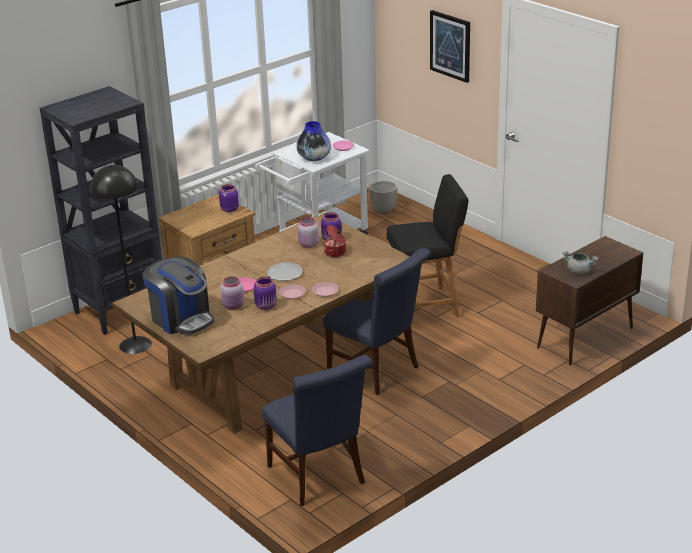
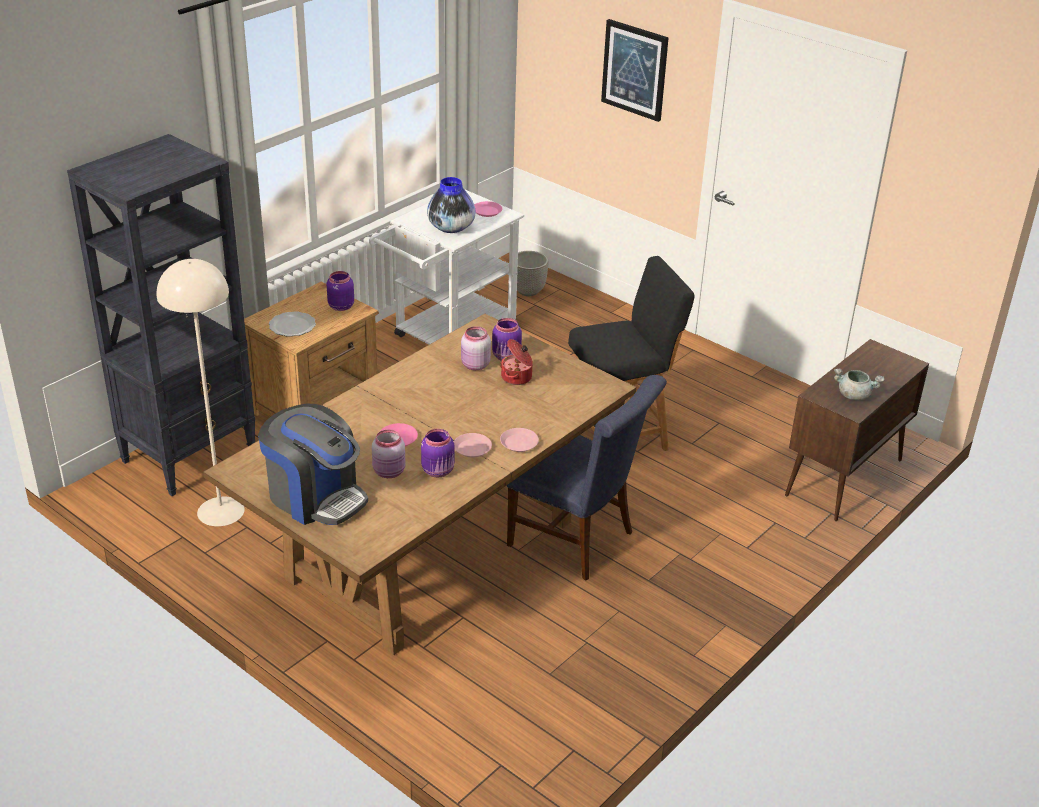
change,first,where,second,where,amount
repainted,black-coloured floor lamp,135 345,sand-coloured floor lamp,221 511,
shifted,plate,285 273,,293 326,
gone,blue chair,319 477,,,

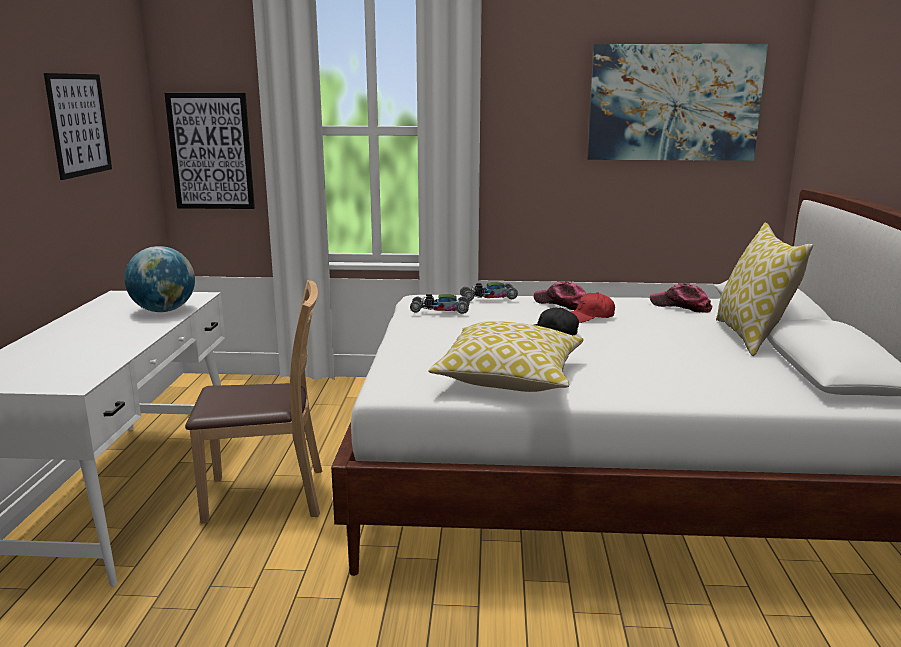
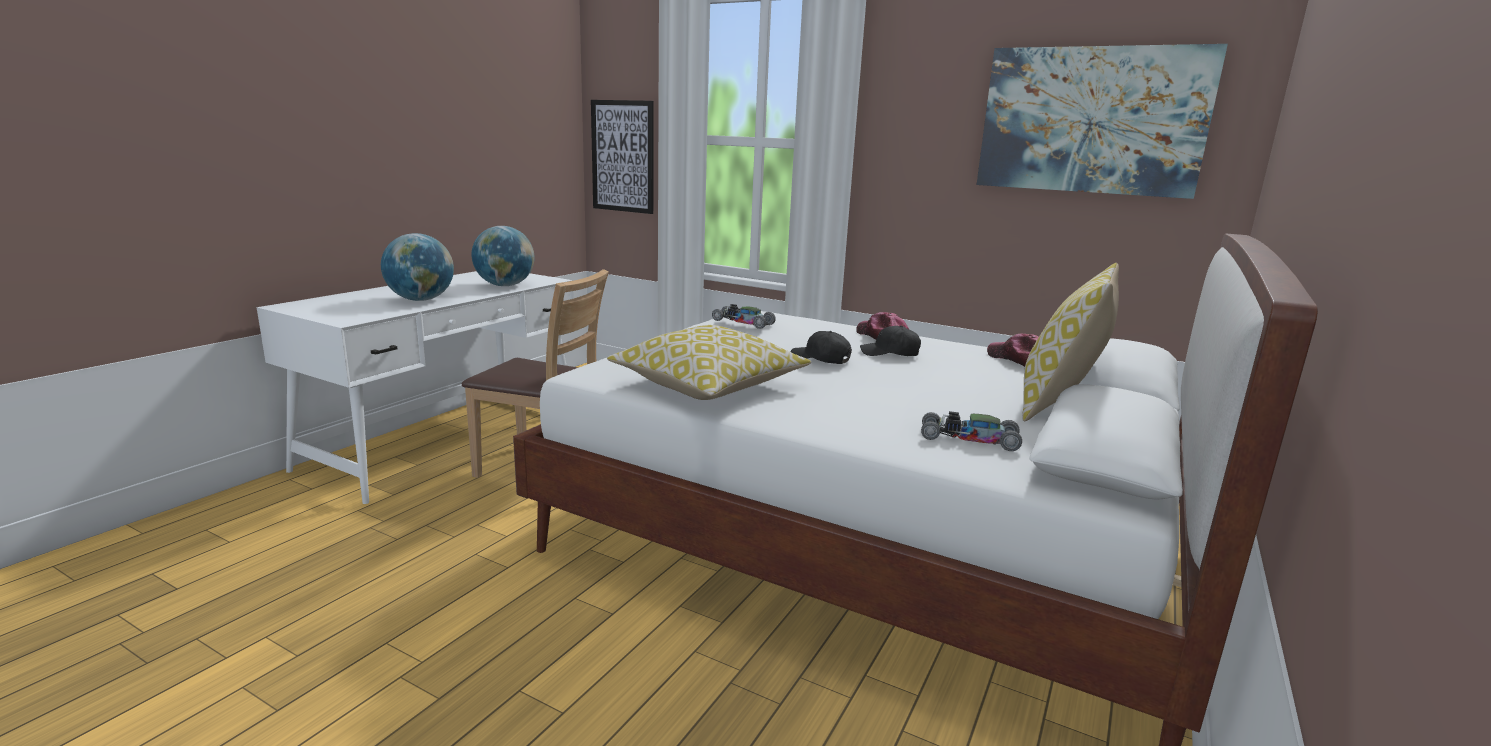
change,first,where,second,where,amount
new,,,world globe,421 300,
repainted,red-coloured baseball cap,589 317,black-coloured baseball cap,890 353,
shifted,toy car,488 297,,969 439,
gone,wall art,79 125,,,

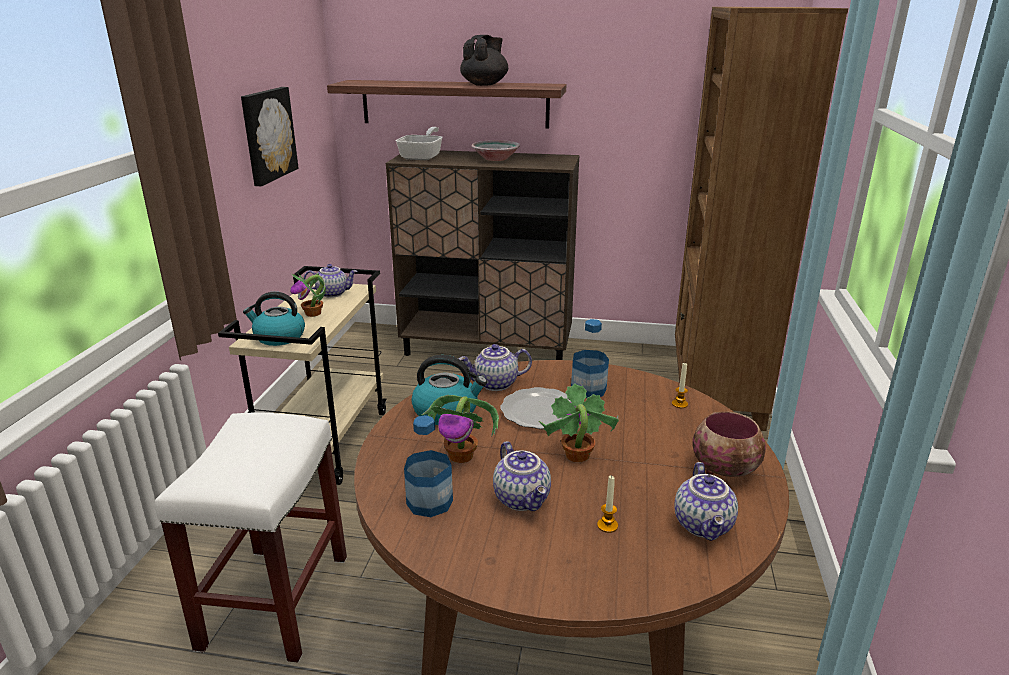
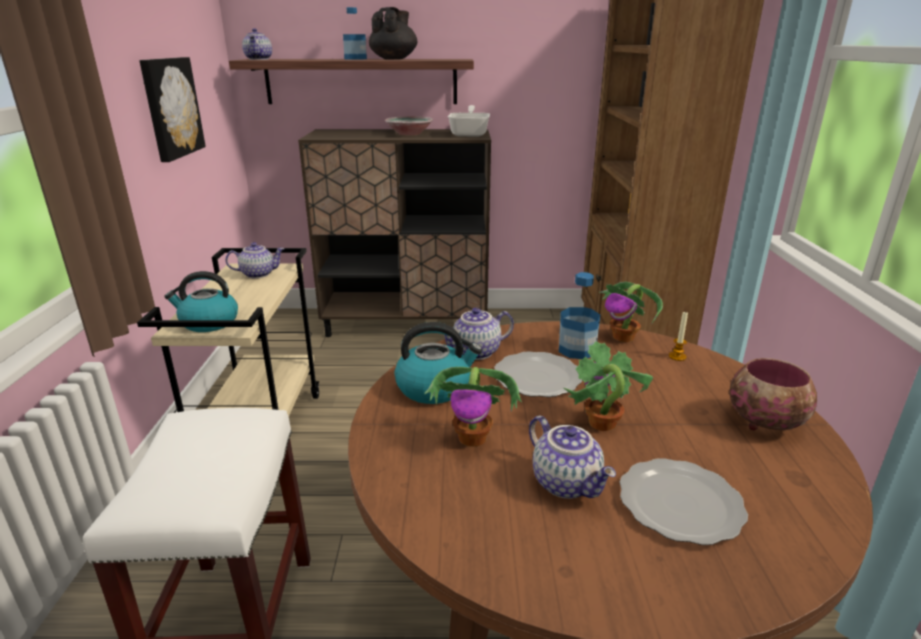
change,first,where,second,where,amount
shifted,tea pot,704 525,,259 59,
shifted,bottle,429 502,,355 59,
shifted,skillet,423 156,,470 134,
shifted,potted plant,313 313,,624 337,
swapped,wax light,607 525,plate,679 505,

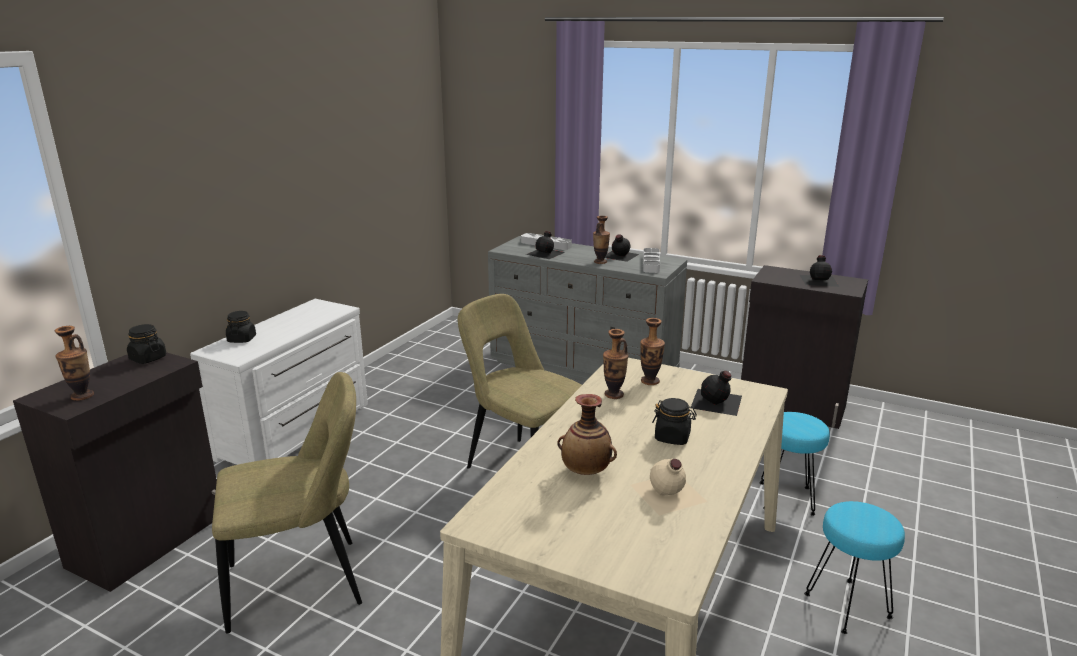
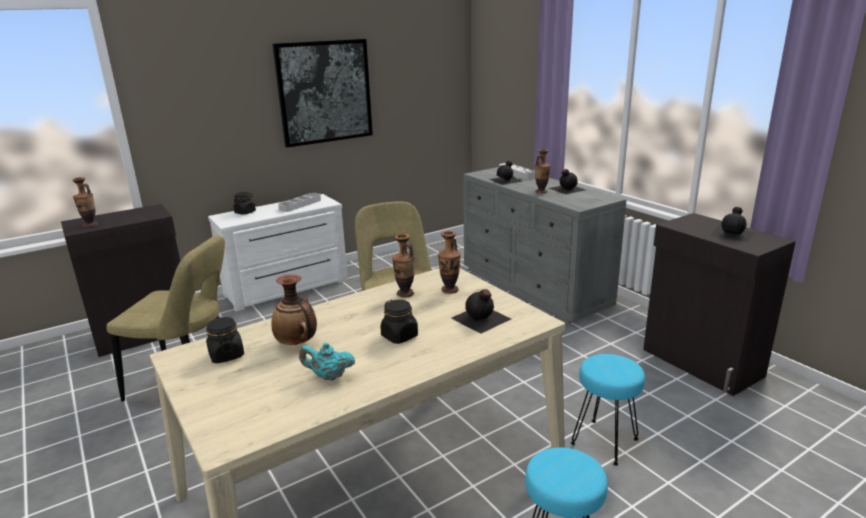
change,first,where,second,where,amount
shifted,black-coloured jar,148 358,,226 355,
new,,,wall art,324 92,
shifted,greyish carrying tray,651 263,,300 205,
swapped,sand-coloured bottle,667 493,turquoise-coloured tea pot,328 376,

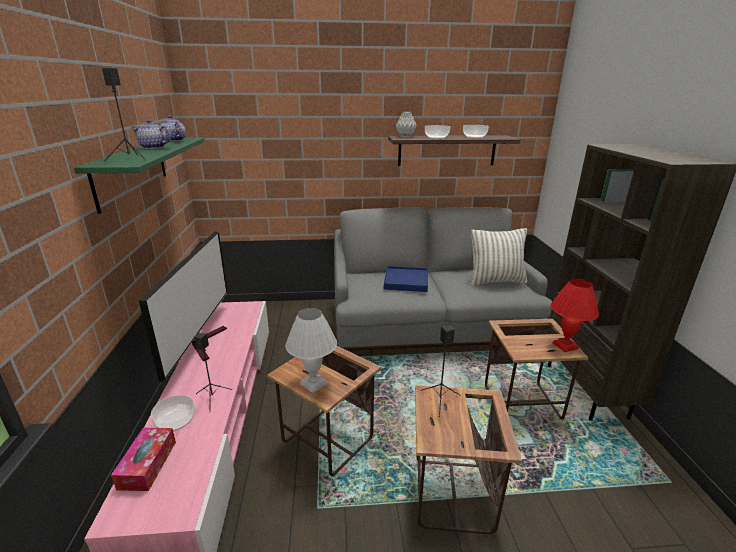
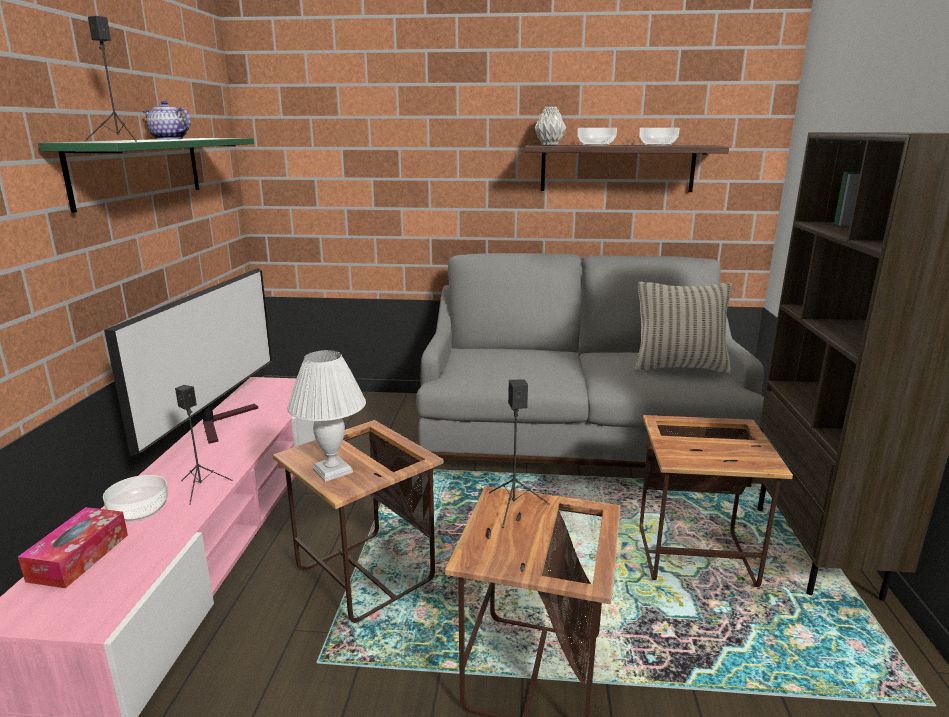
change,first,where,second,where,amount
gone,tea pot,173 140,,,
gone,blue carrying tray,406 281,,,
gone,red-coloured table lamp,565 345,,,

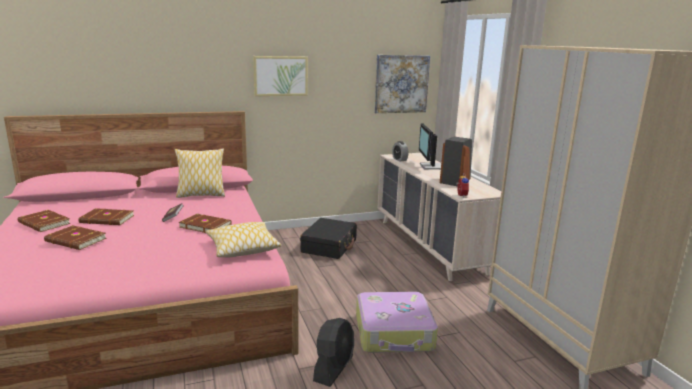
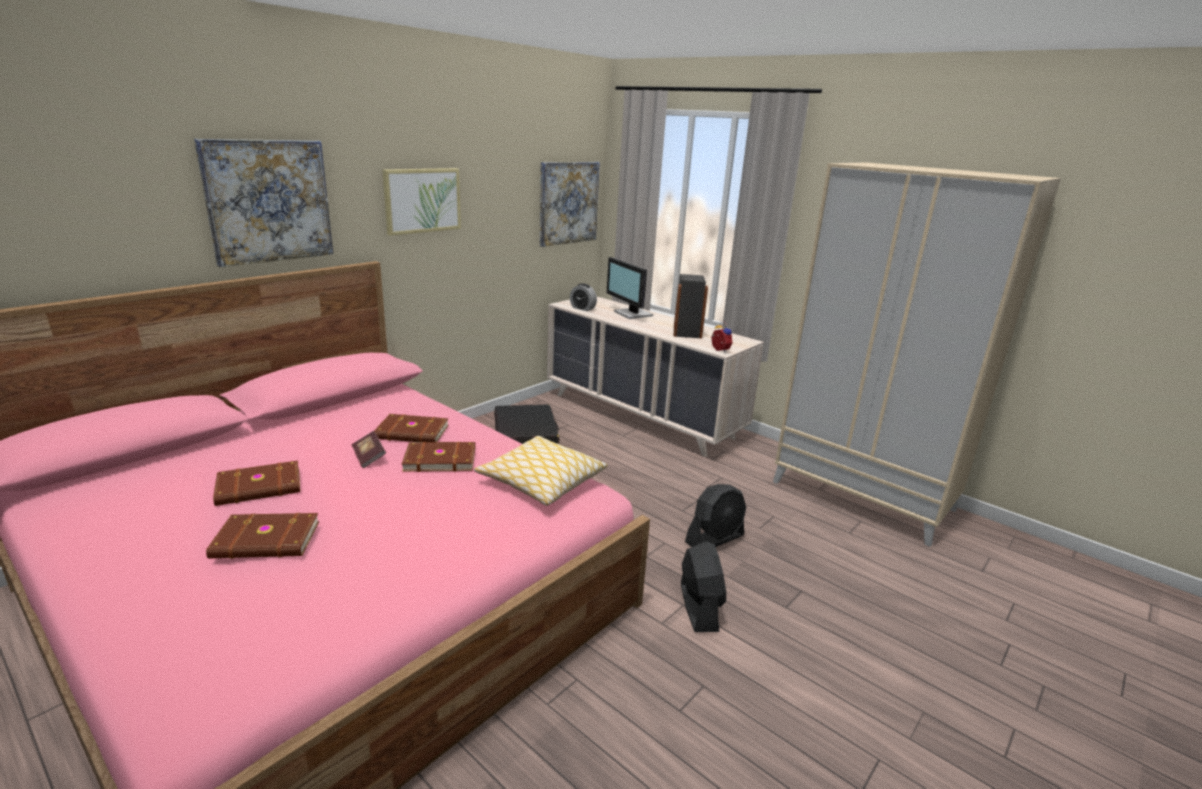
change,first,where,second,where,amount
new,,,wall art,268 201,
shifted,brownish book,43 223,,412 433,
swapped,travel case,394 333,black-coloured fan,715 539,
gone,pillow,201 195,,,

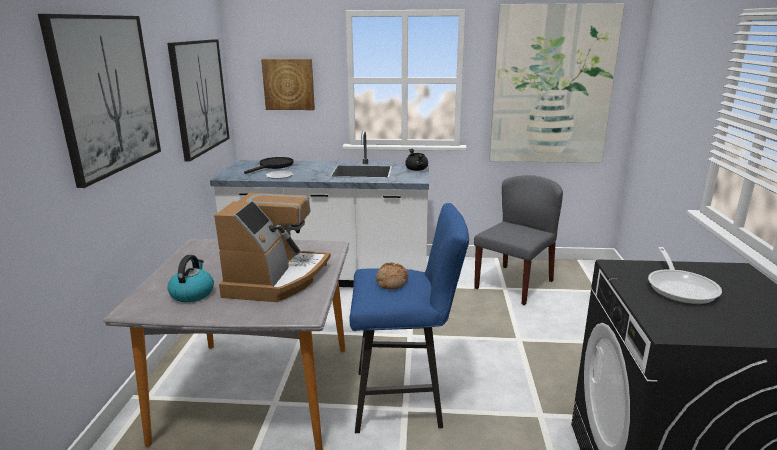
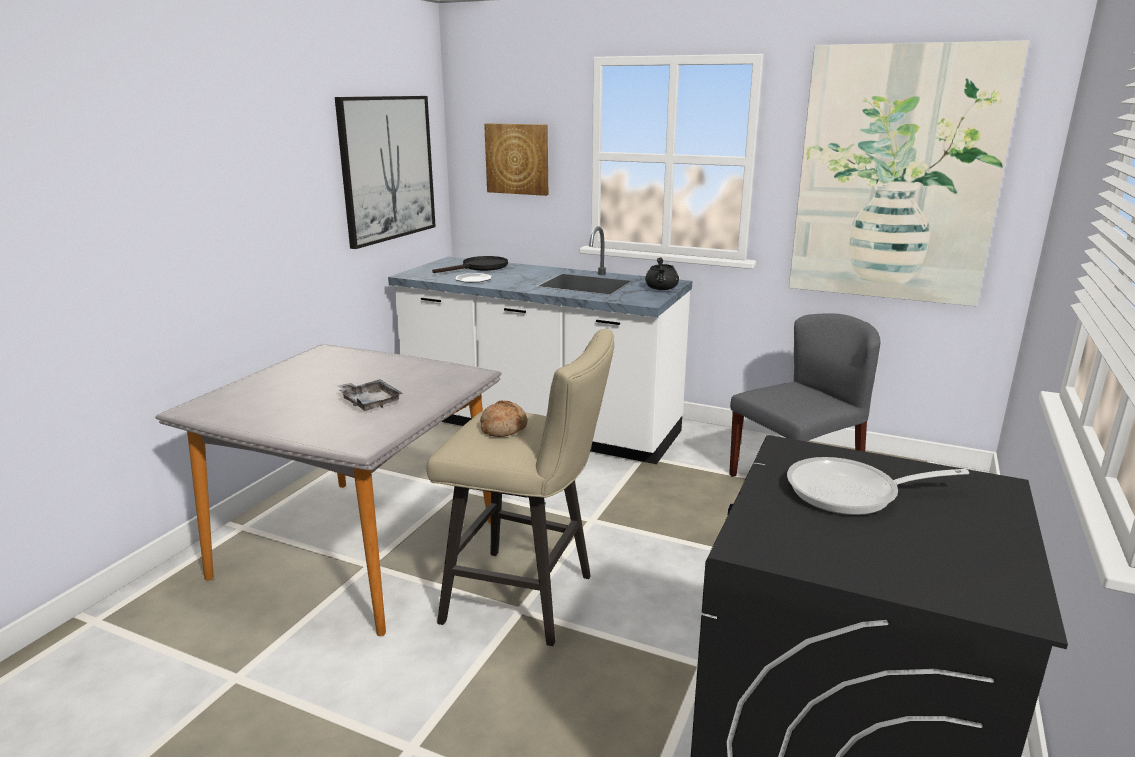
change,first,where,second,where,amount
swapped,coffee brewer,276 279,greyish carrying tray,370 402,
repainted,blue sitting stool,405 400,sand-coloured sitting stool,529 599,
rotated,skillet,680 287,,851 493,60 degrees clockwise
gone,wall art,106 95,,,
gone,kettle,192 293,,,

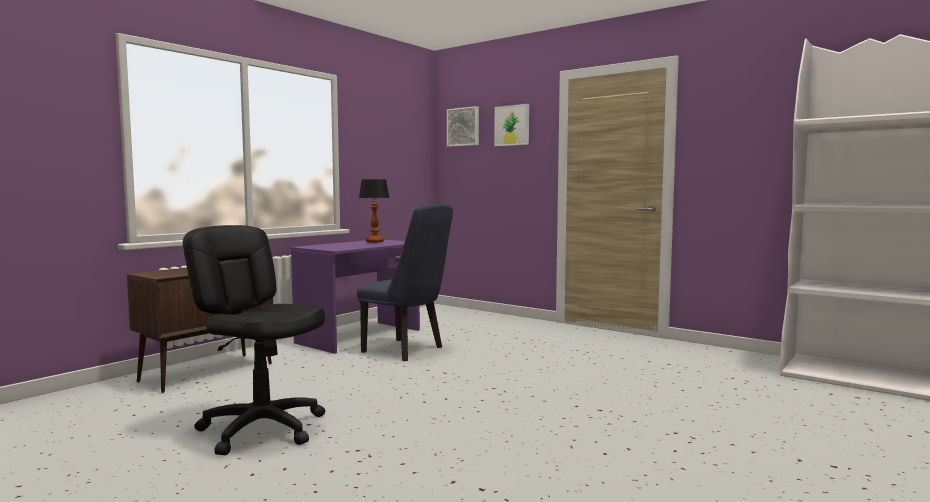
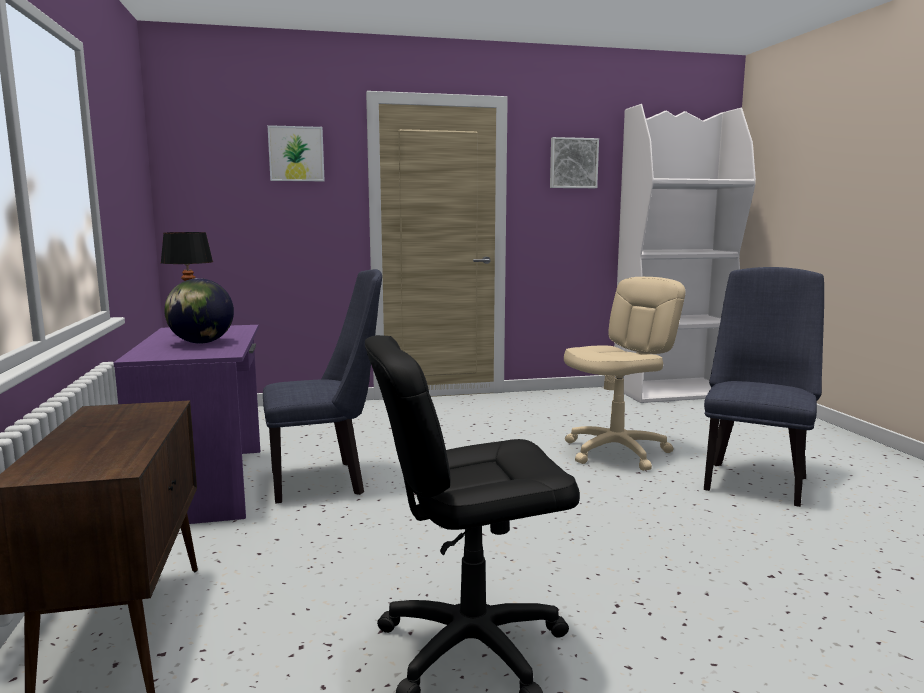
change,first,where,second,where,amount
new,,,world globe,202 343,
shifted,wall art,463 127,,573 163,
new,,,sand-coloured desk chair,617 452,
new,,,blue chair,754 480,

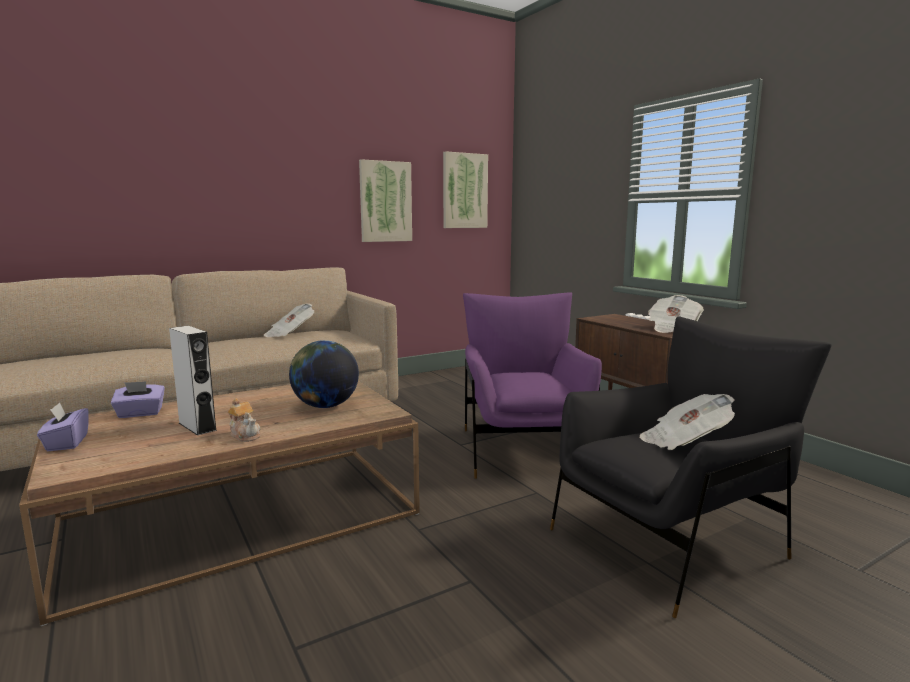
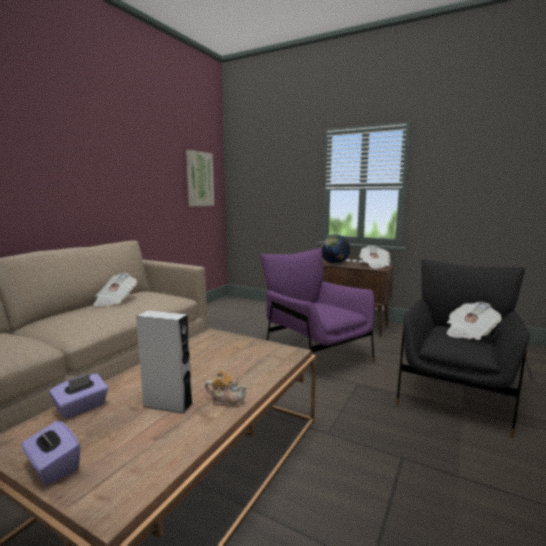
change,first,where,second,where,amount
shifted,world globe,325 406,,334 263,
gone,wall art,385 201,,,

